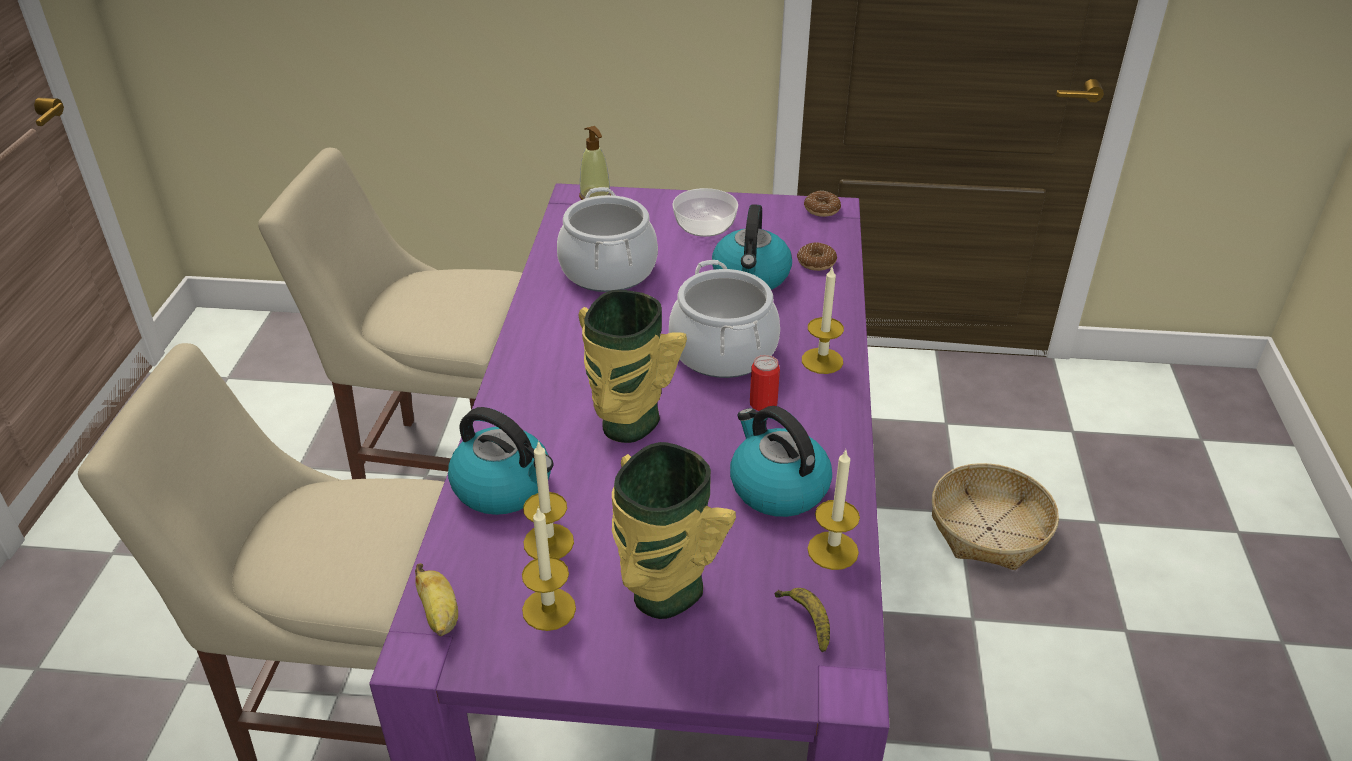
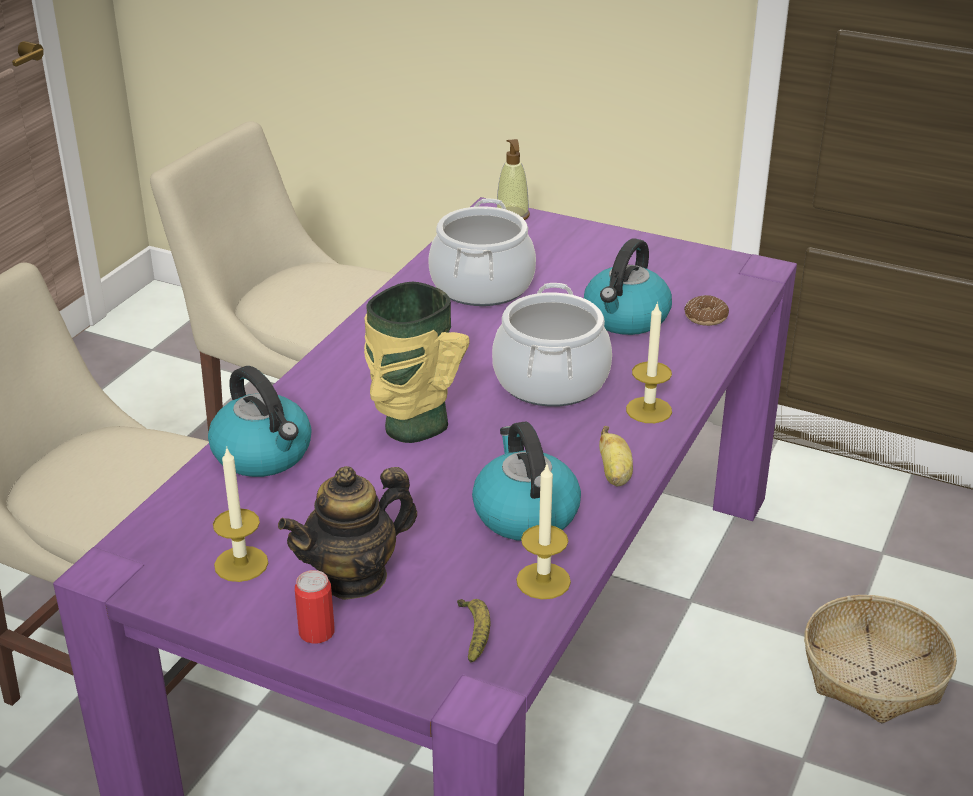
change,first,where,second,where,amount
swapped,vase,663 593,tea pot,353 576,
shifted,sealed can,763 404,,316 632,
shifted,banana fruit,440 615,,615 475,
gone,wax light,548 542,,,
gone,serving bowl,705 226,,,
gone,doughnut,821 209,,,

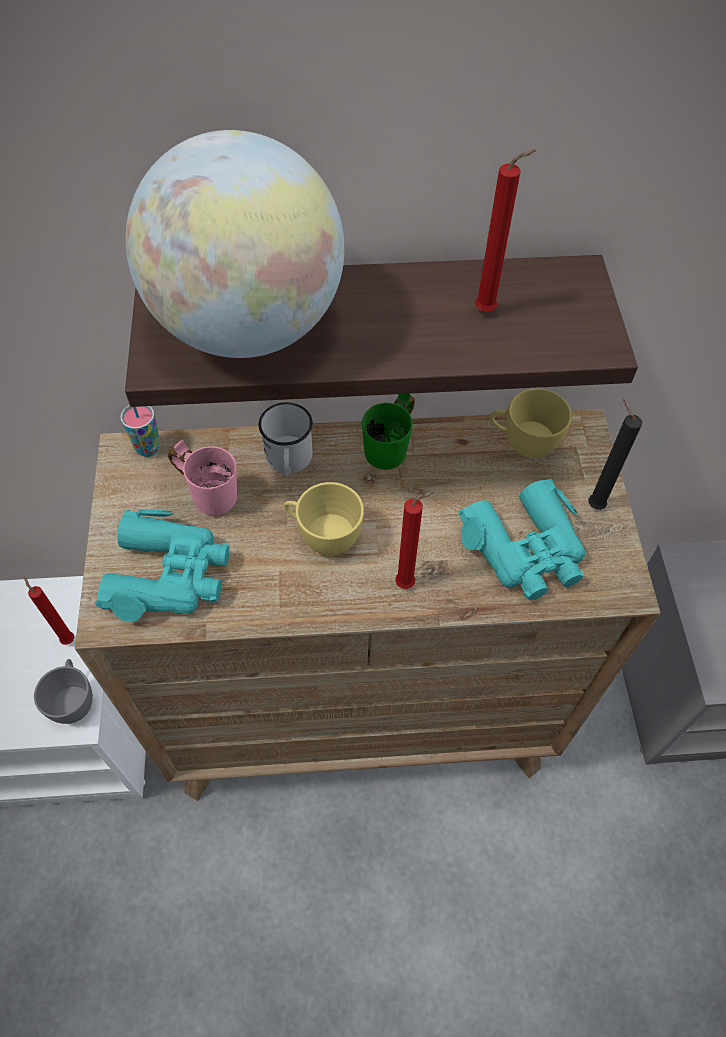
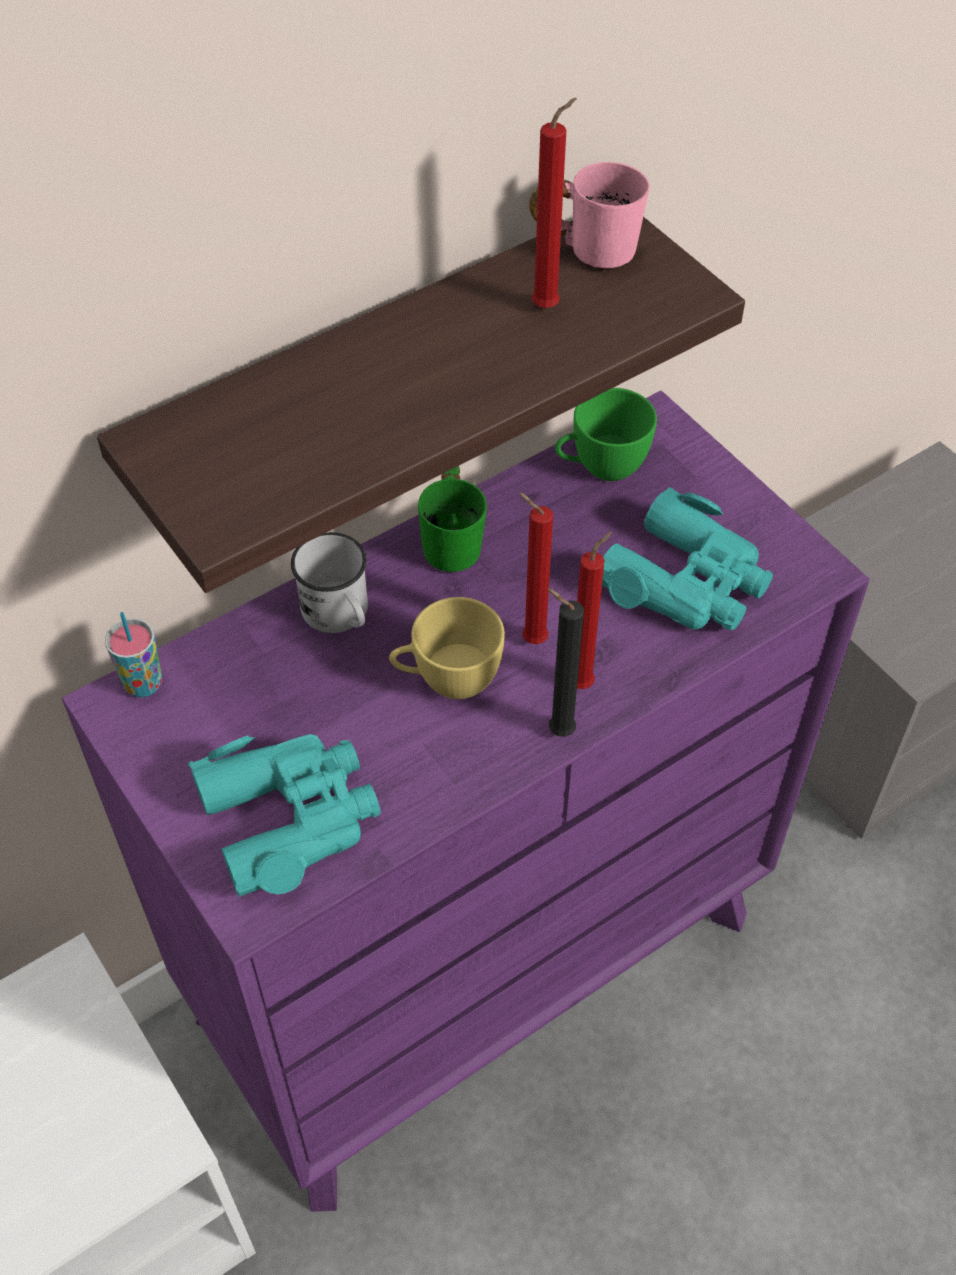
change,first,where,second,where,amount
repainted,brownish drawer chest,359 708,purple-coloured drawer chest,477 965,
shifted,red-coloured wax light,67 638,,530 639,
shifted,pinkish coffee mug,211 490,,588 247,
shifted,black-coloured wax light,593 504,,557 730,
repainted,yellow-coloured small cup,522 443,green small cup,600 467,
gone,greyish small cup,74 700,,,
gone,world globe,248 326,,,

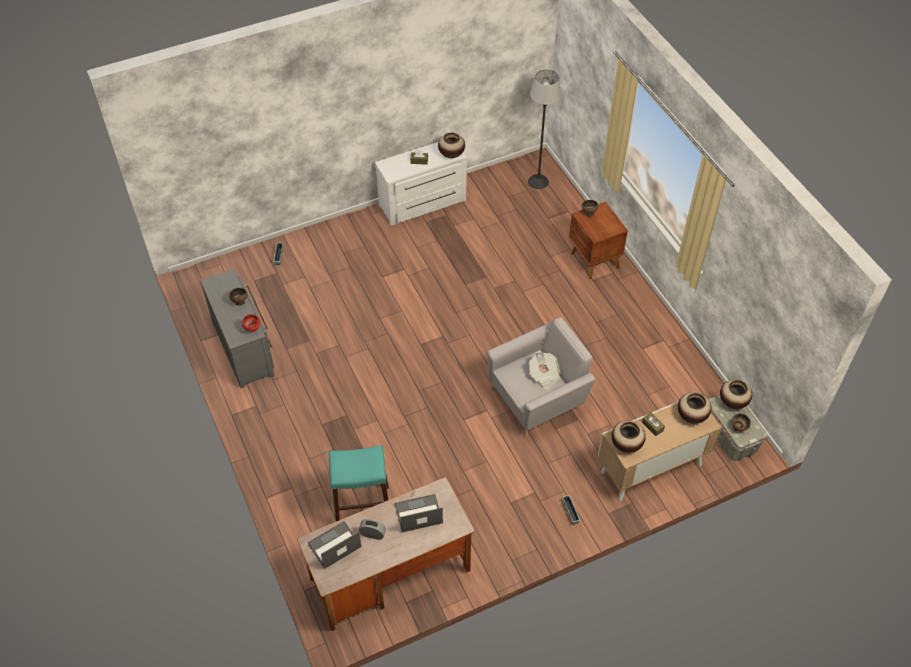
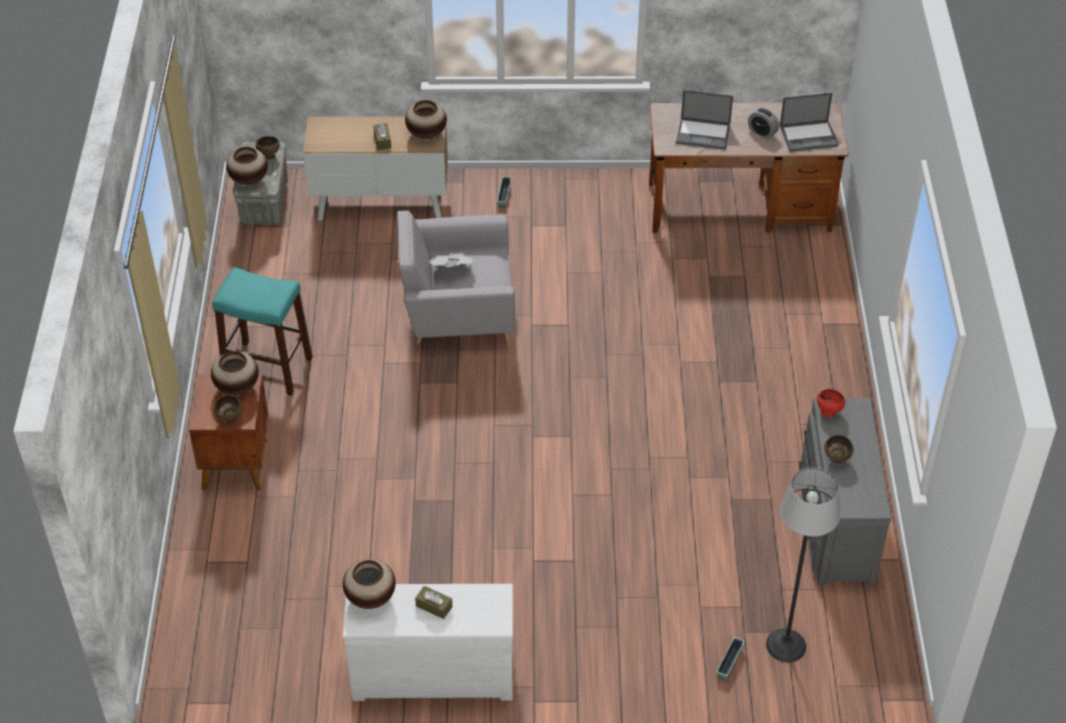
change,first,where,second,where,amount
shifted,vase,691 416,,237 387,
shifted,turquoise-coloured sitting stool,362 505,,267 368,
shifted,floor lamp,538 181,,785 645,

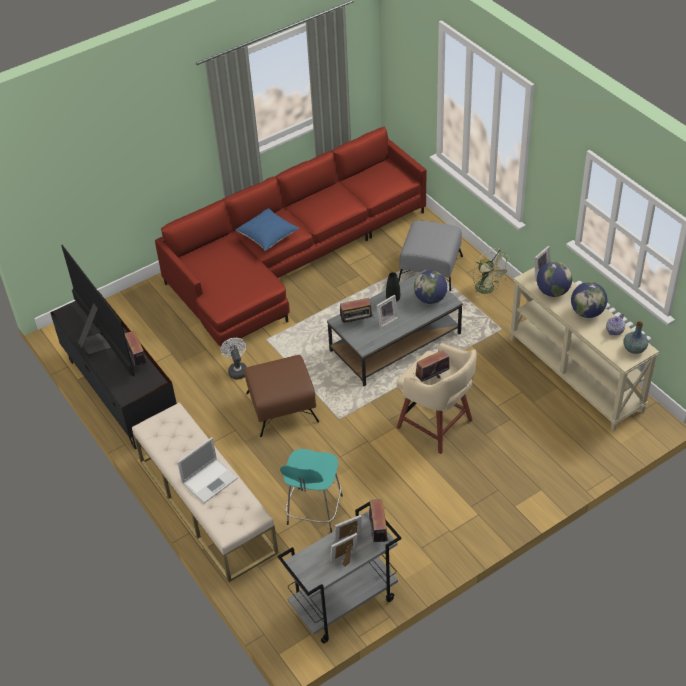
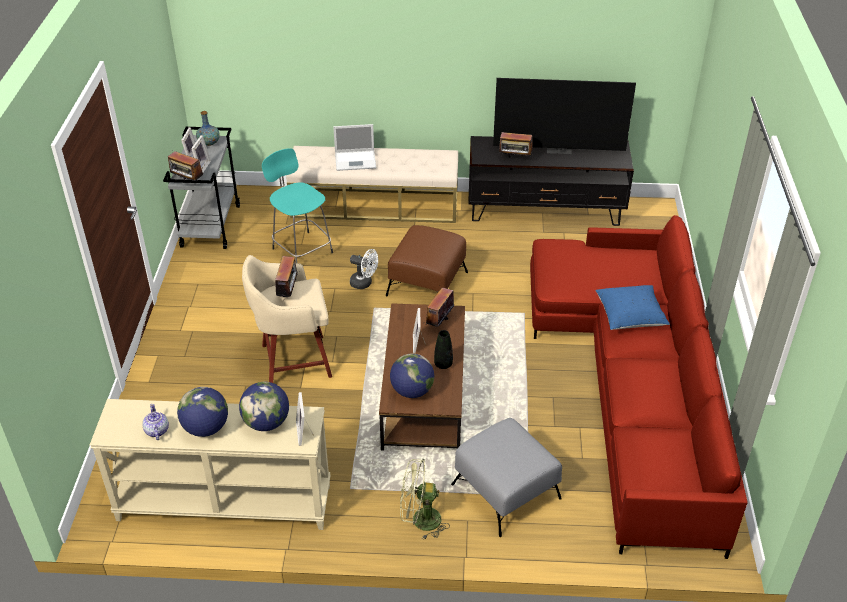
change,first,where,second,where,amount
shifted,vase,634 349,,209 143,
rotated,notebook computer,210 480,,356 160,90 degrees counterclockwise
shifted,white fan,237 369,,364 283,
repainted,greyish lounge table,395 342,brownish lounge table,424 395,

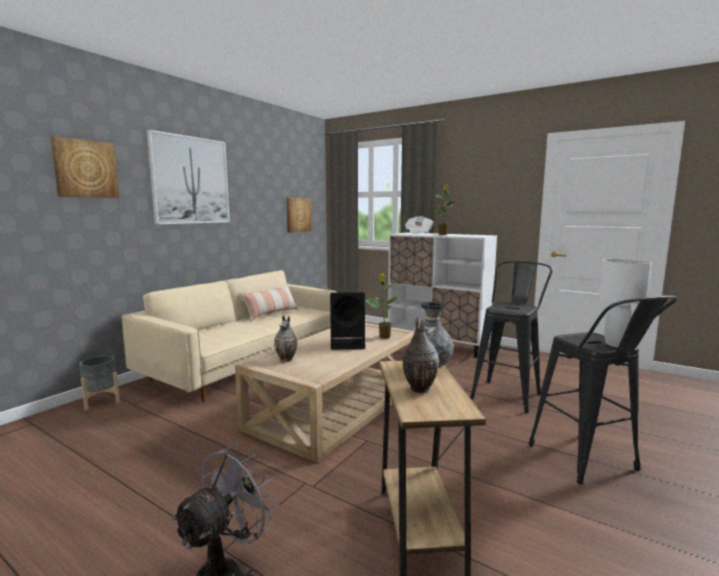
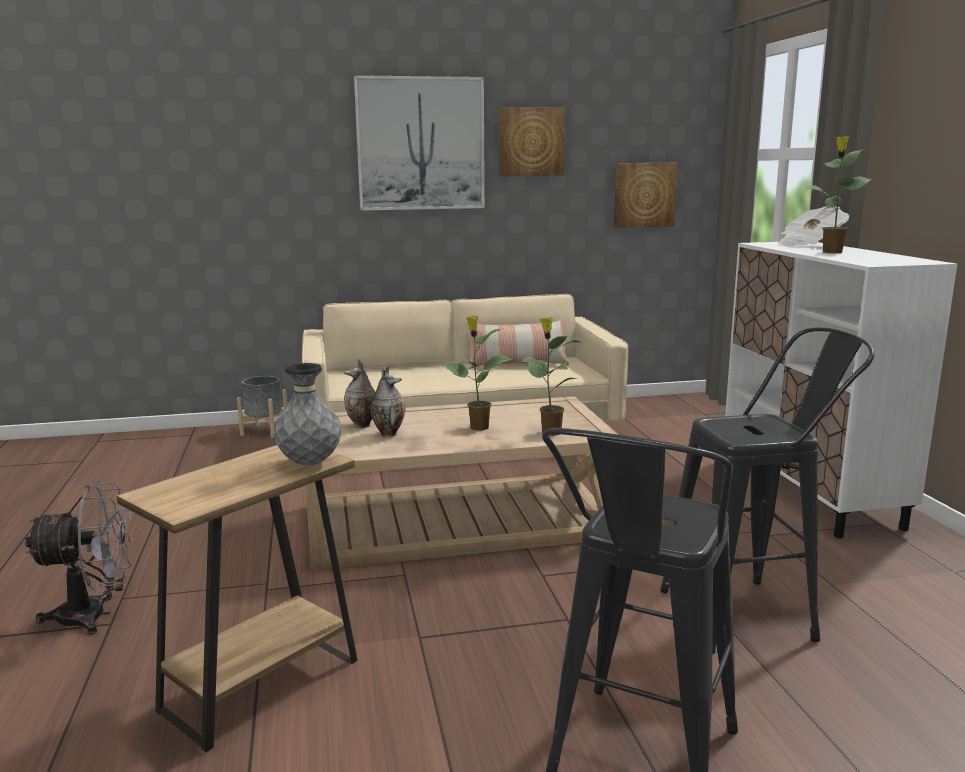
change,first,where,second,where,amount
shifted,vase,418 389,,389 434,
swapped,black-coloured speaker,348 344,potted plant,478 427,
shifted,wall art,85 169,,531 142,
gone,white table lamp,617 344,,,

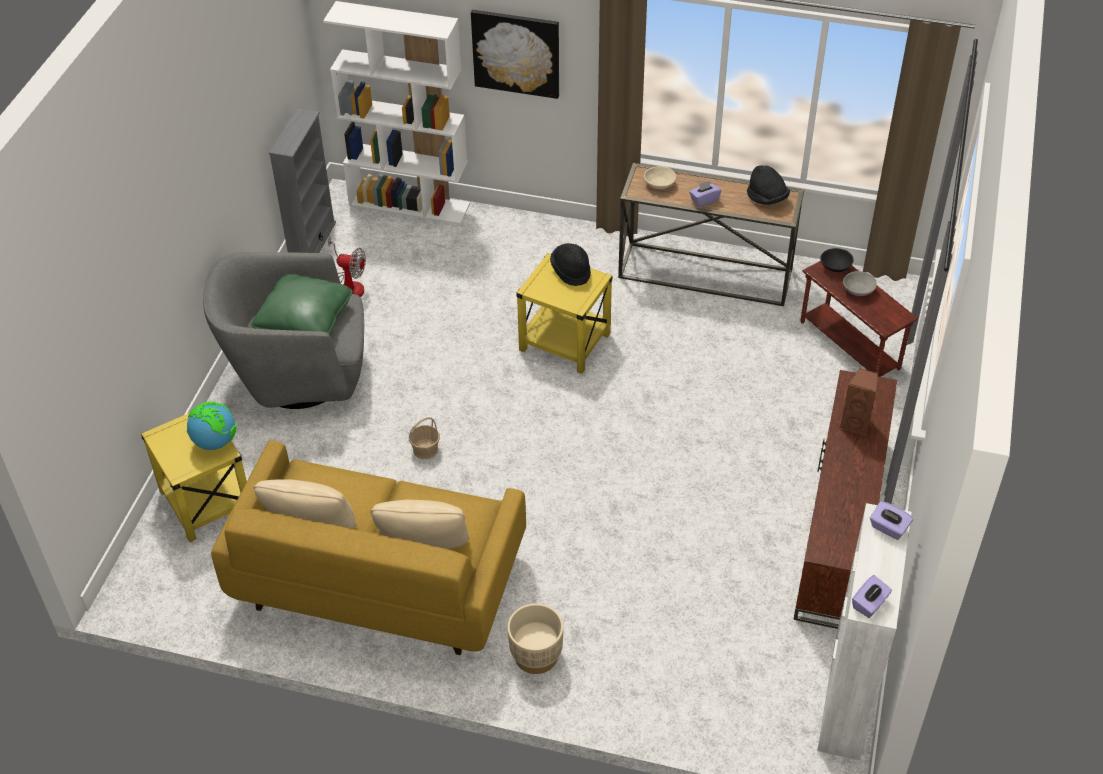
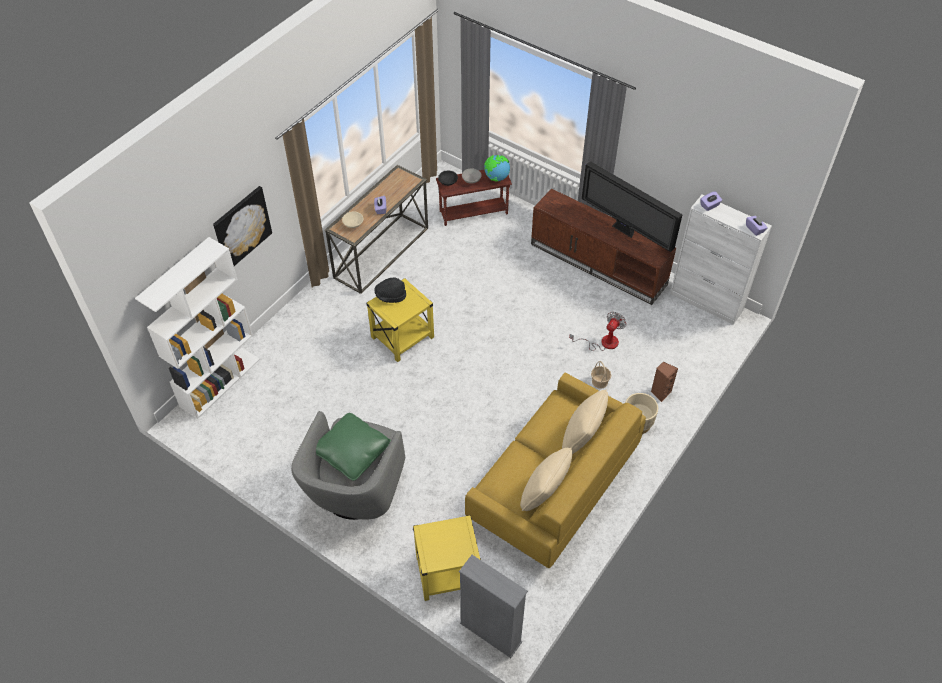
change,first,where,second,where,amount
shifted,greyish bookshelf,312 242,,490 633,
shifted,world globe,215 442,,496 178,
shifted,fan,348 285,,603 342,
new,,,TV,625 231,
shifted,household basket,425 449,,599 381,
shifted,brownish speaker,856 424,,660 392,
gone,black-coloured clothing hat,767 198,,,

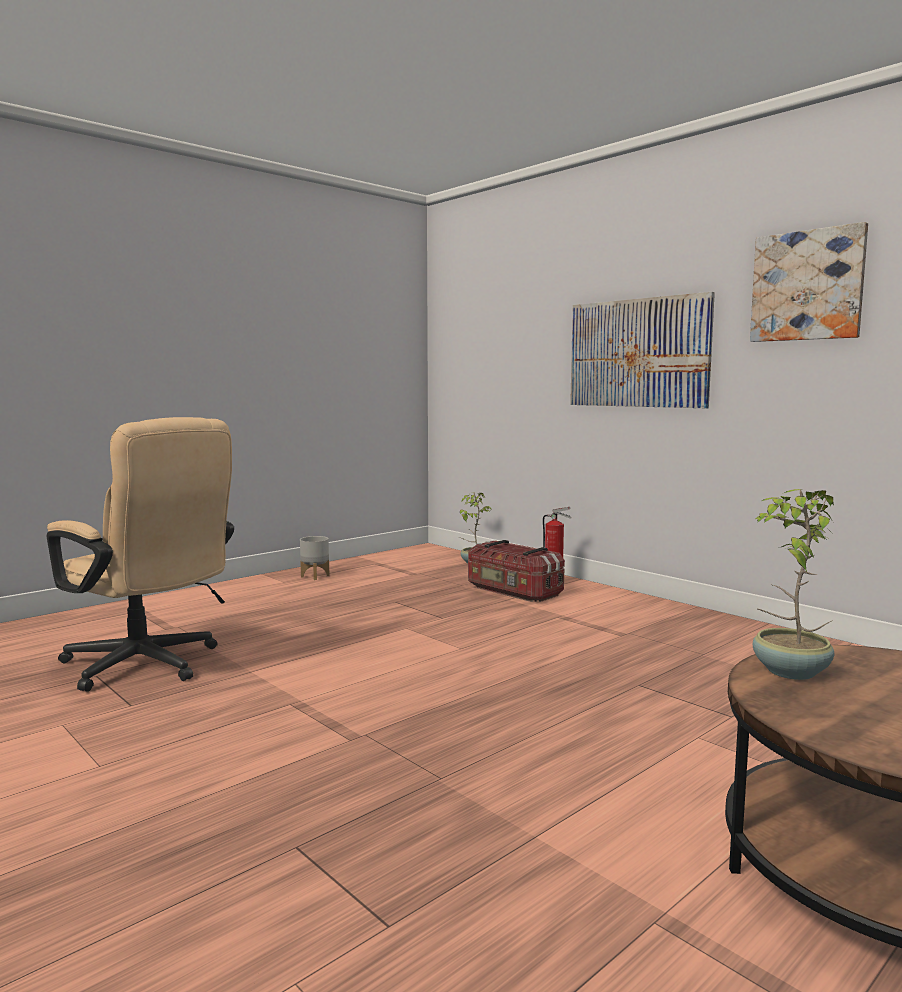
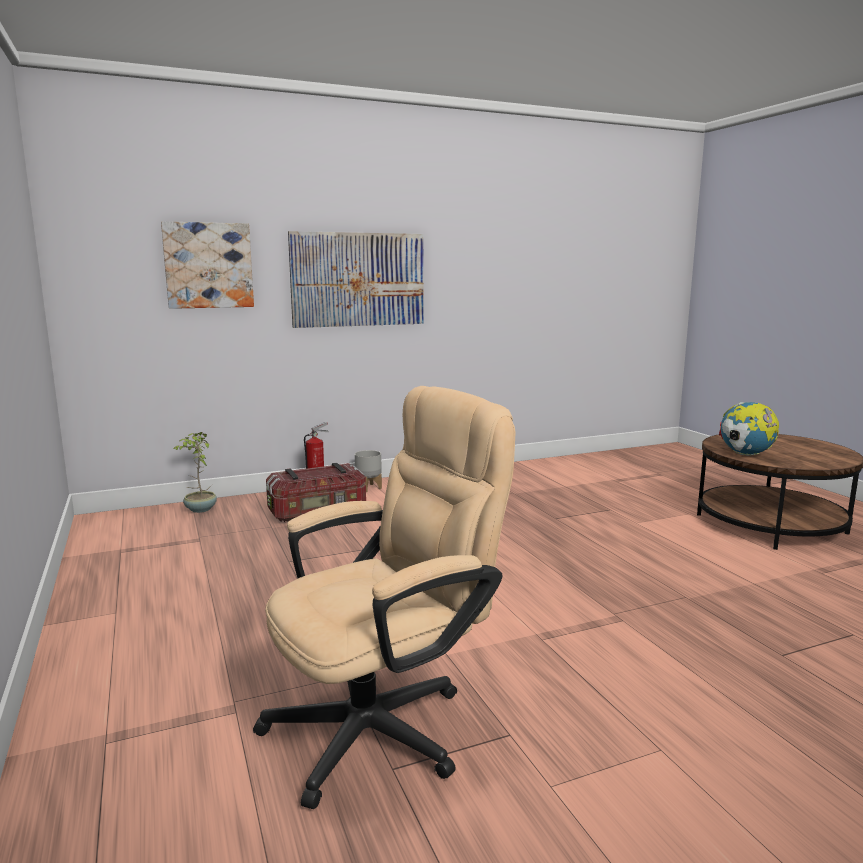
change,first,where,second,where,amount
shifted,wall art,807 286,,208 265,
shifted,greyish planter,315 576,,369 488,
swapped,potted plant,788 671,world globe,745 454,

